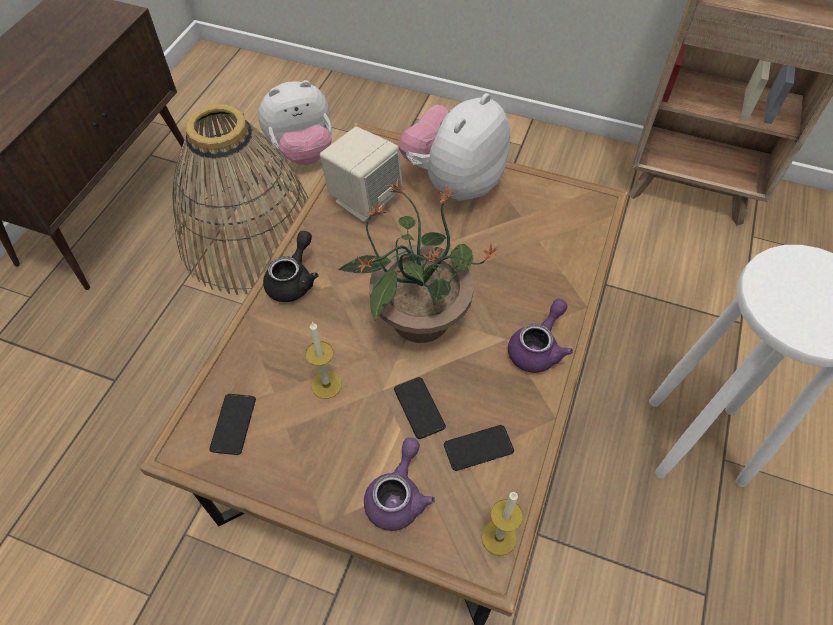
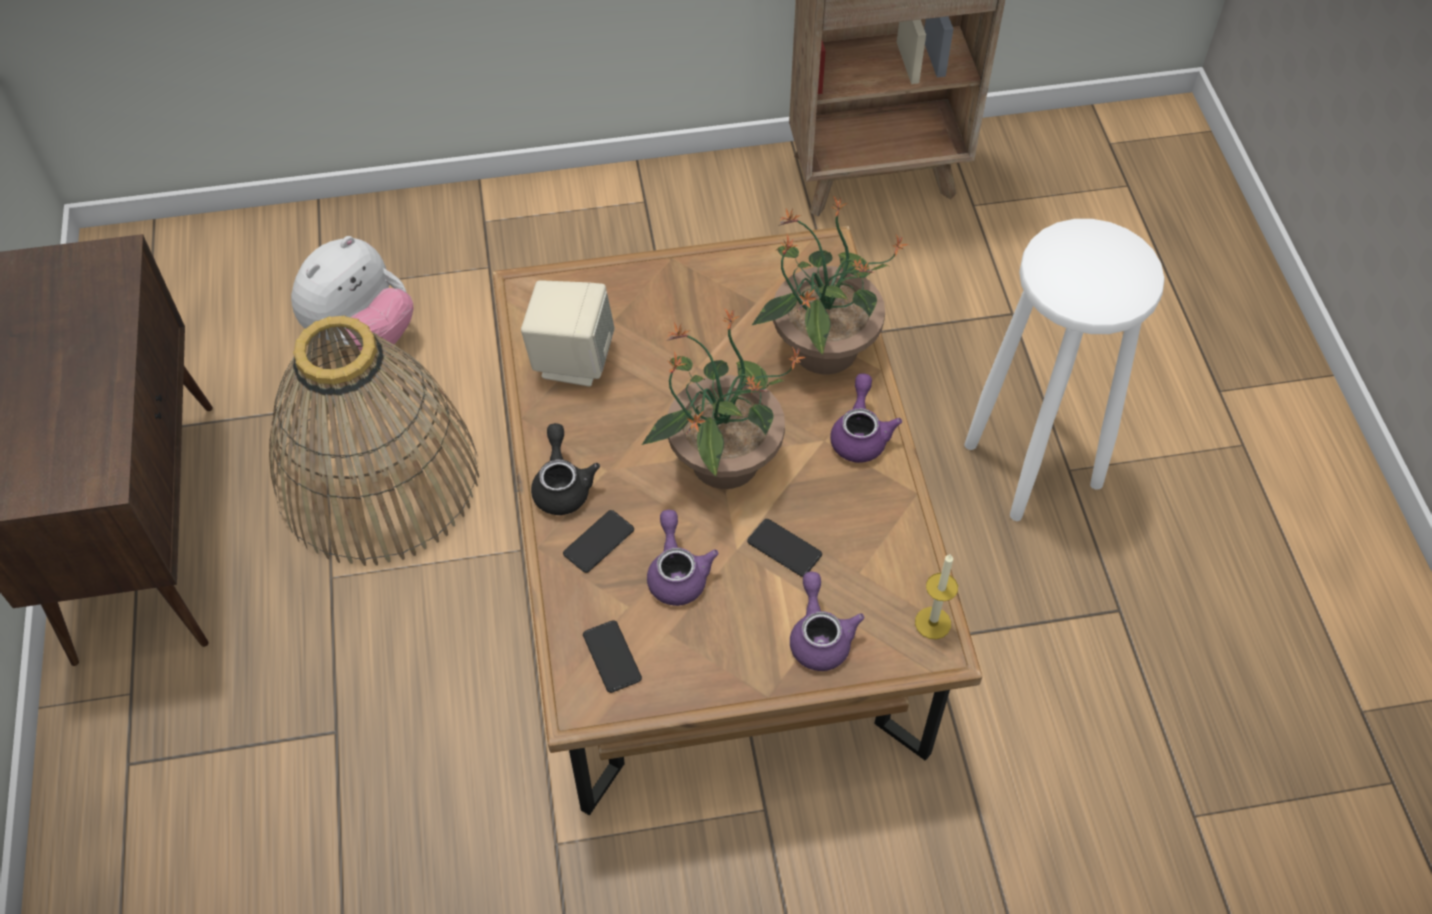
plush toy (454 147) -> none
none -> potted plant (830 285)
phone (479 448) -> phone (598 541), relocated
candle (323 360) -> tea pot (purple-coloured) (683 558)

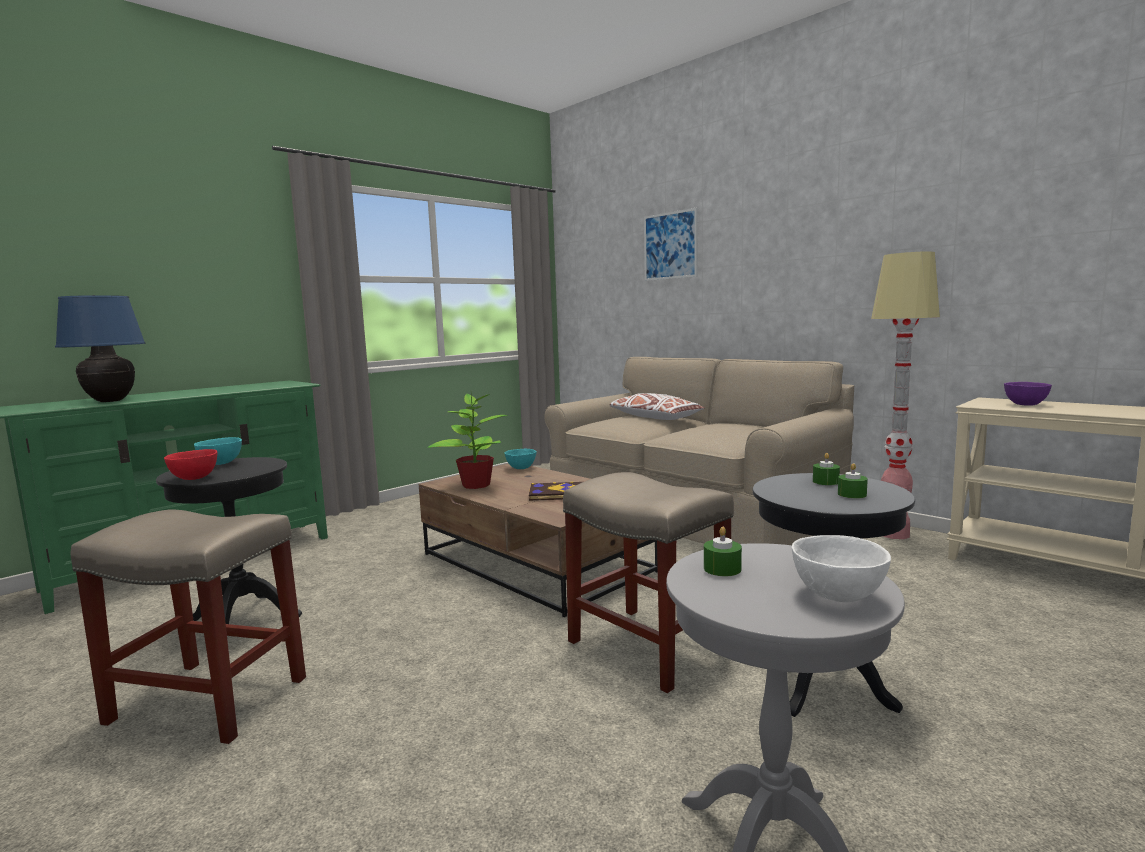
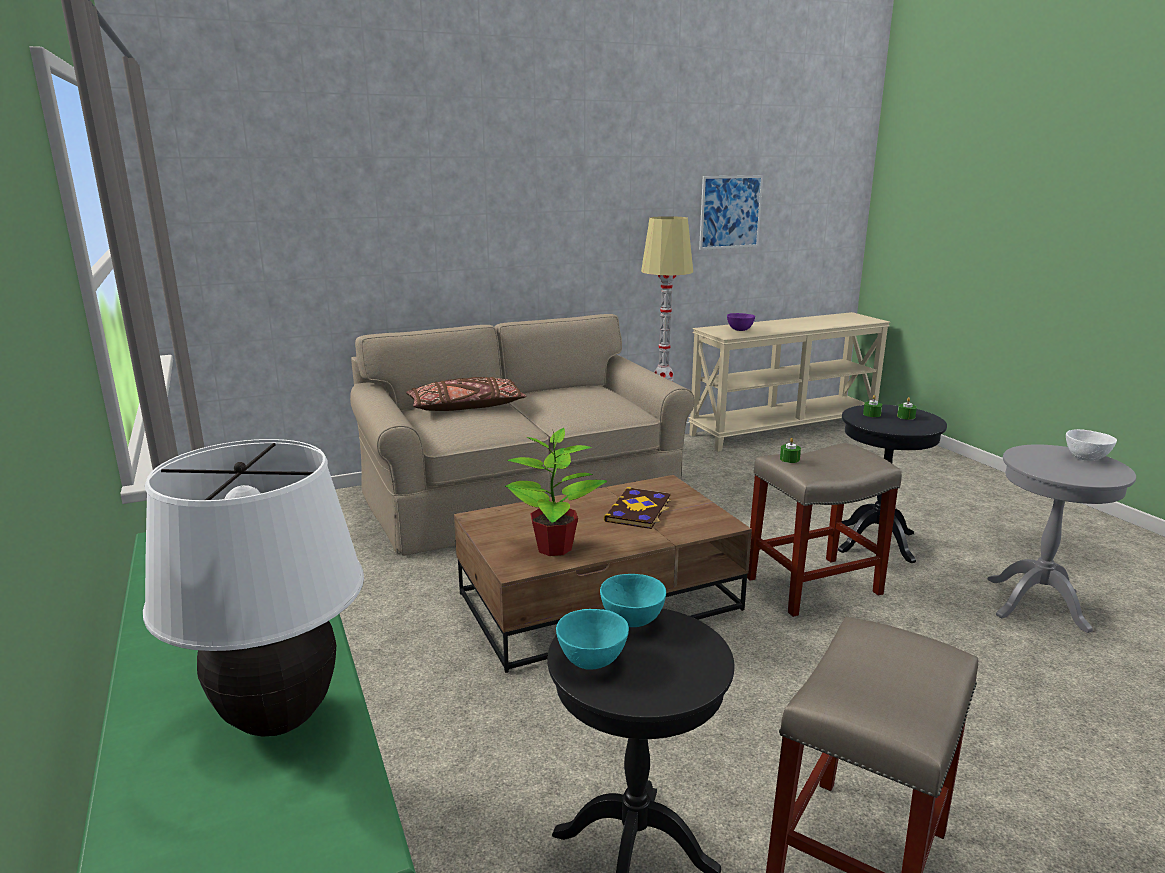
deep dish (red-coloured) (190 464) -> none
deep dish (blue-green) (520 459) -> deep dish (blue-green) (633 600), relocated
picture (670 244) -> picture (731 212), relocated
candle (greenish) (723 551) -> candle (greenish) (790 450), relocated
lamp for a table (blue) (100 348) -> lamp for a table (white-coloured) (253 588)
pillow (white-coloured) (657 406) -> pillow (brown-coloured) (466 394)

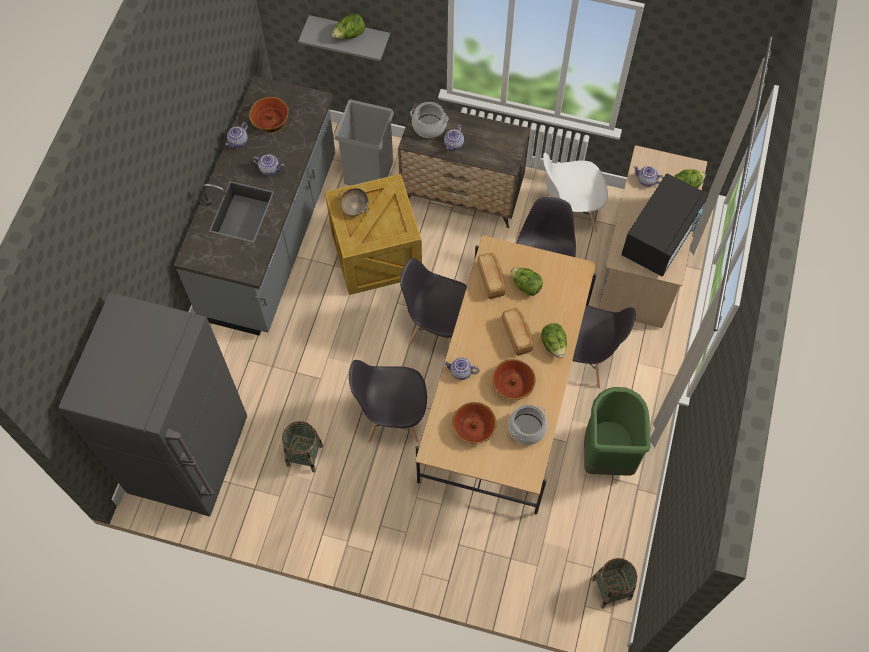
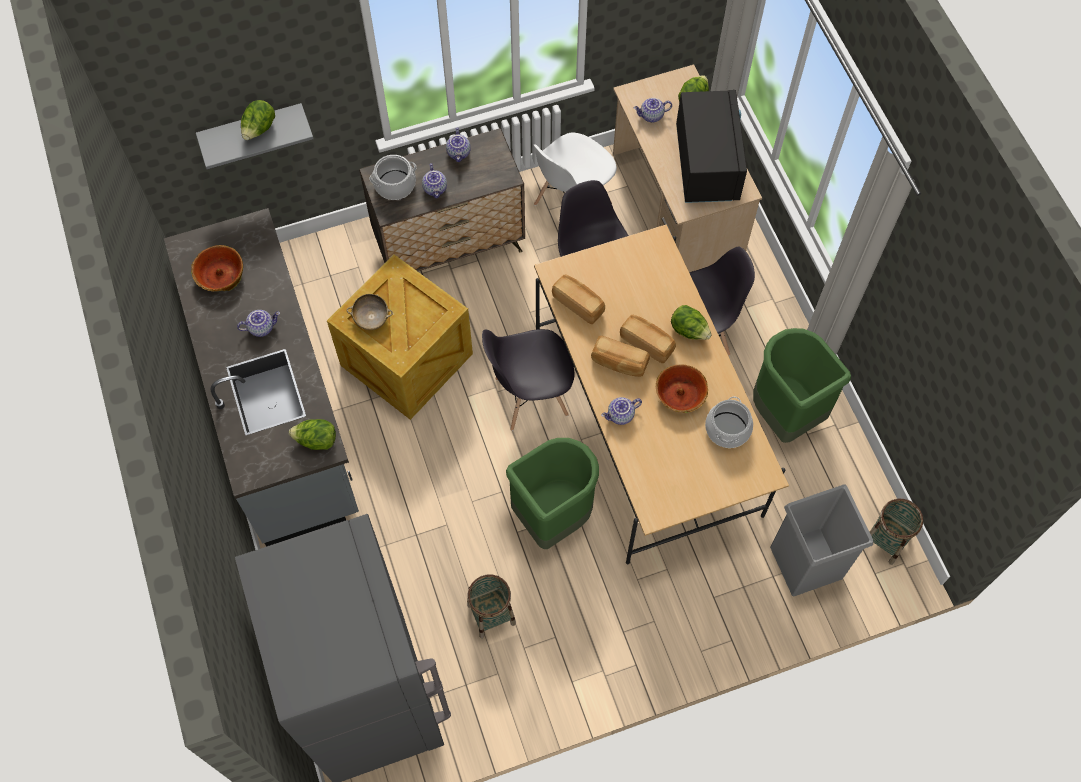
deep dish (474 423) -> none
none -> bakery bread (620 356)
tea pot (236 135) -> tea pot (458 144), relocated
rubbish bin (gray) (364 142) -> rubbish bin (gray) (821 540), relocated
head of lettuce (527 282) -> head of lettuce (312 434), relocated
upright chair (gray) (388 401) -> rubbish bin (greenish) (552 493)

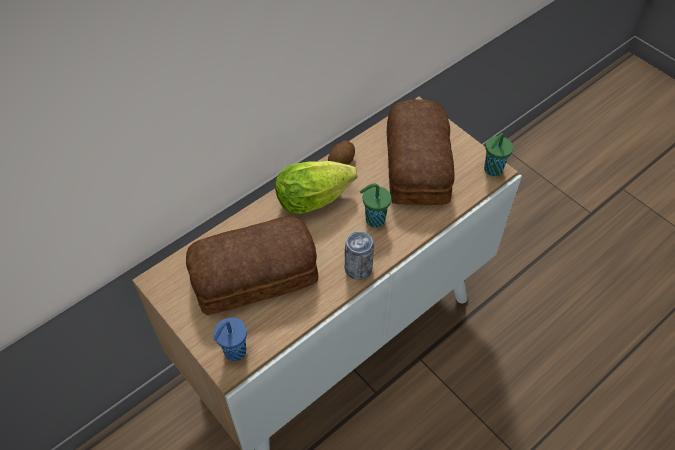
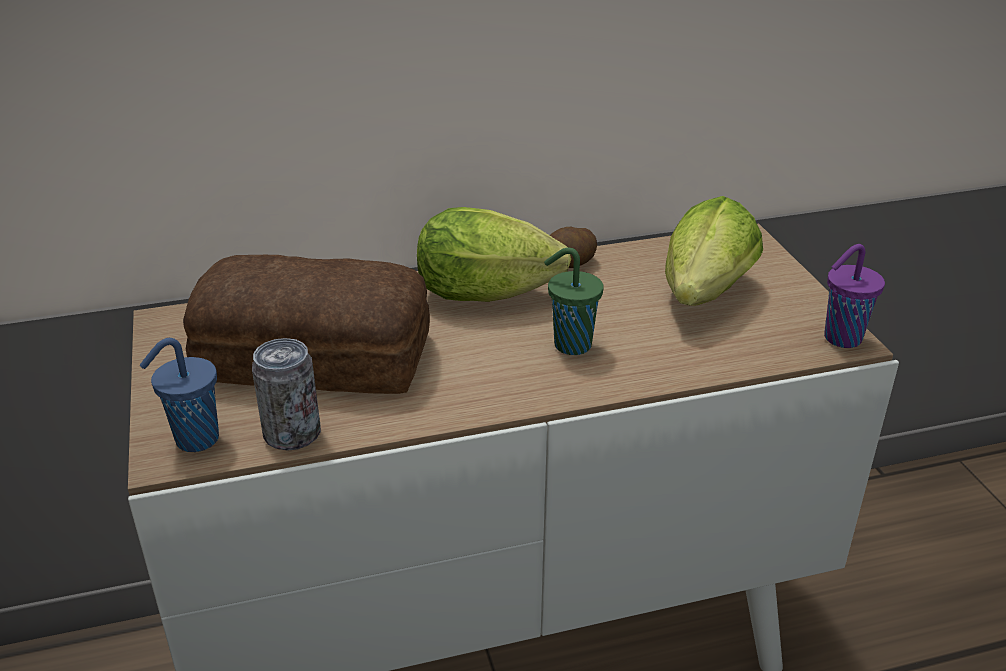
can (359 255) -> can (286 394), relocated
bakery bread (421 152) -> head of lettuce (714 251)
small cup (greenish) (498 154) -> small cup (purple-coloured) (854 296)

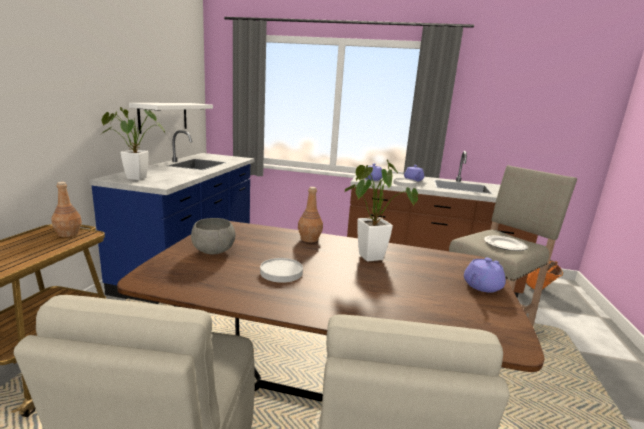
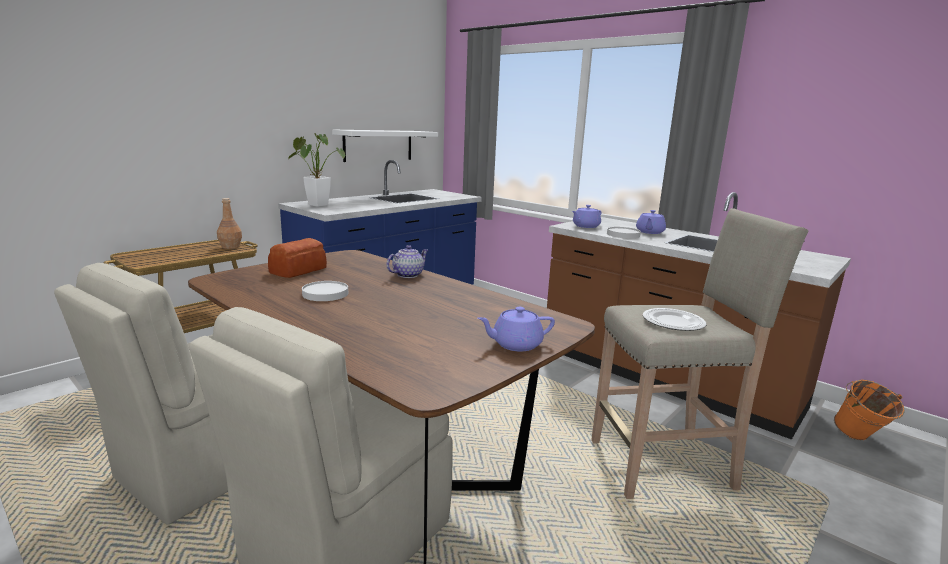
potted plant (381 210) -> none
deep dish (gray) (213 236) -> bakery bread (297 258)
drink bottle (brown-coloured) (310 214) -> tea pot (407 261)

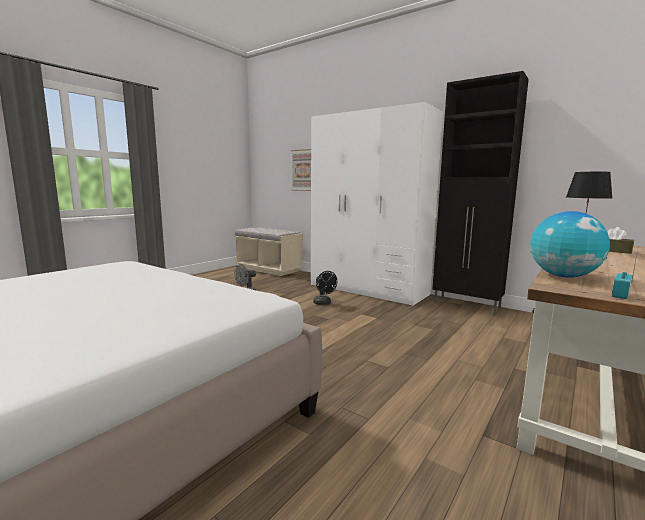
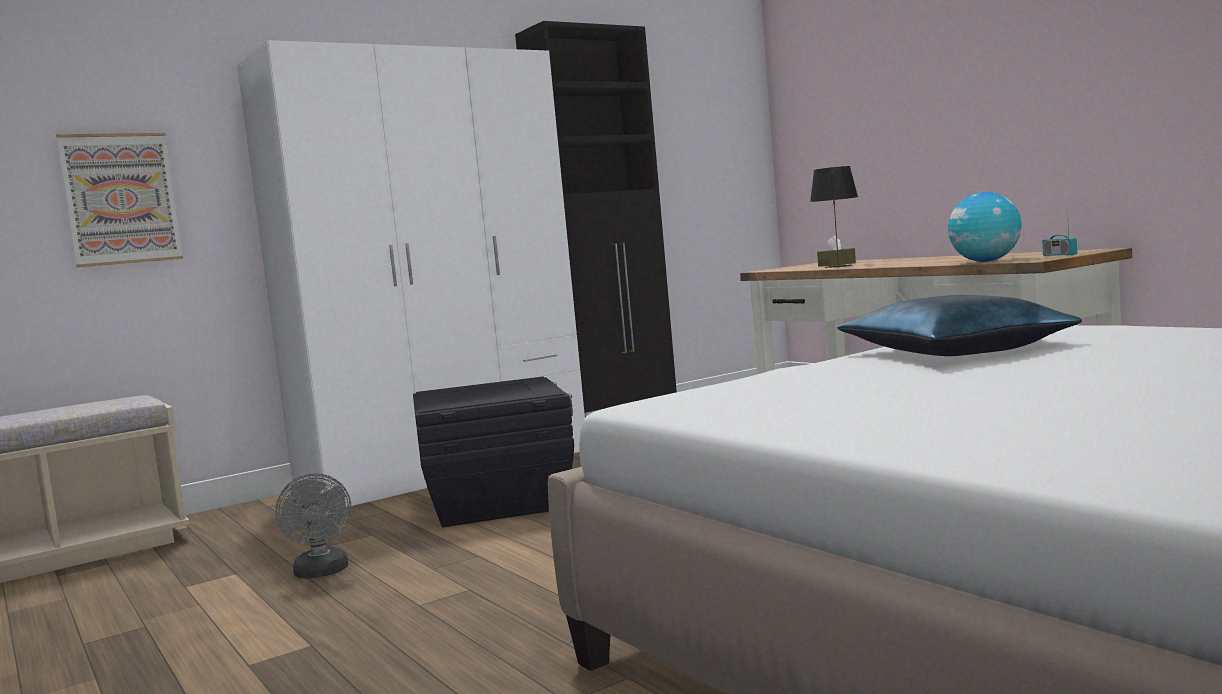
none -> pillow (blue) (959 325)
cooling fan (black) (325 288) -> storage box (black) (493 452)

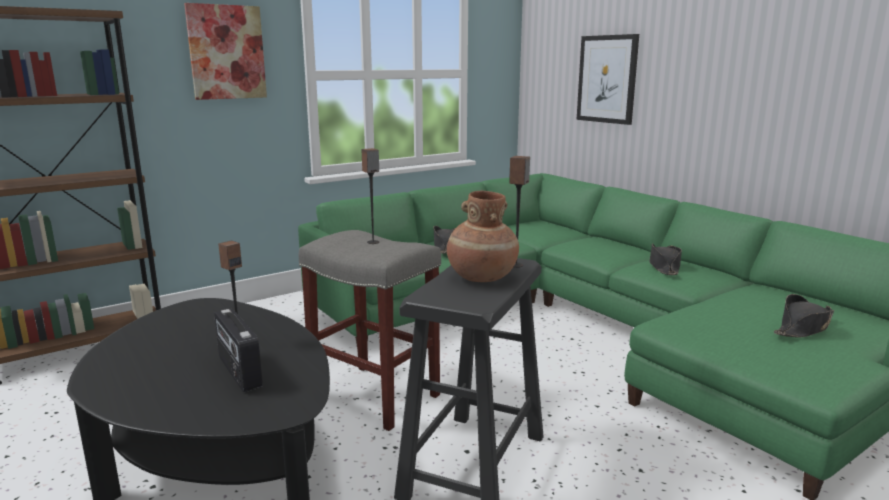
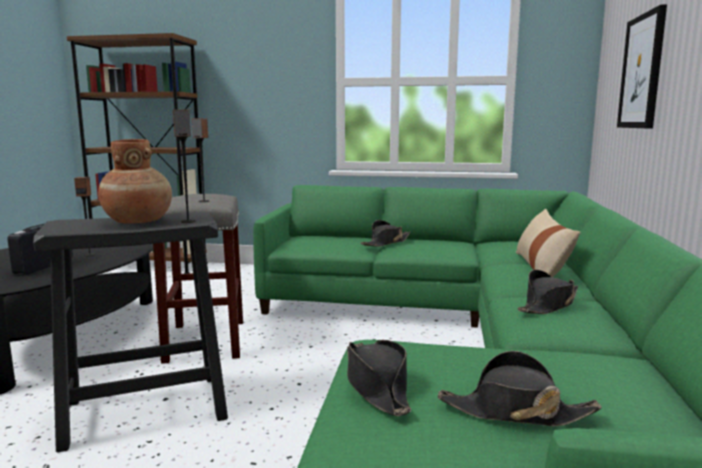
picture (225 51) -> none
none -> clothing hat (black) (379 378)
none -> pillow (beige) (548 243)

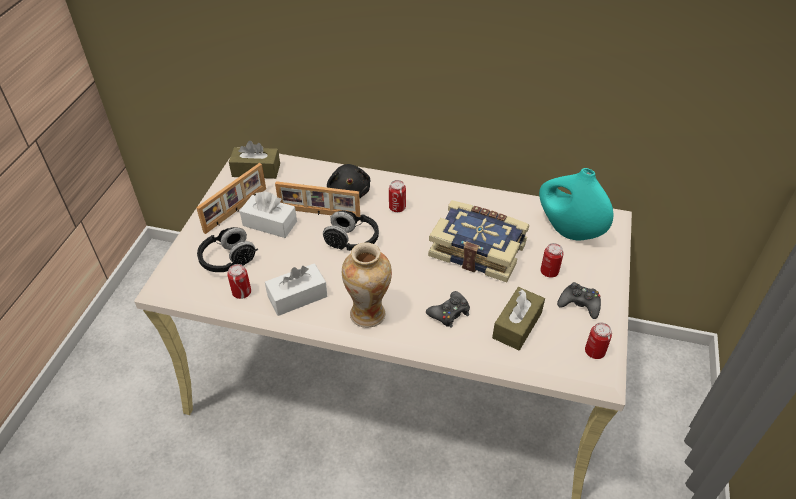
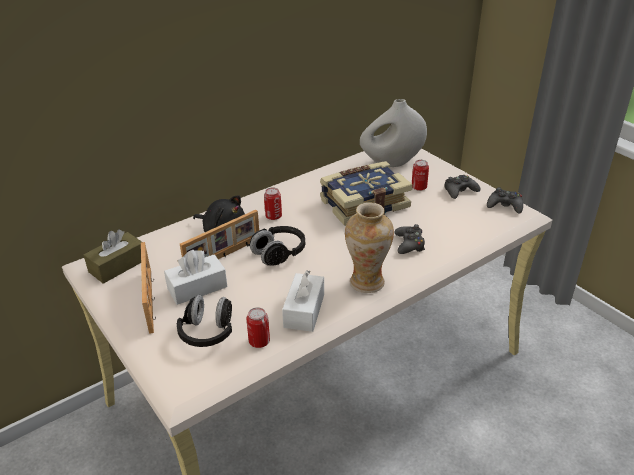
box of tissues (brown-coloured) (518 318) -> none
can (598 340) -> gamepad (black) (505 200)
flower vase (blue-green) (576 204) -> flower vase (white-coloured) (393 133)

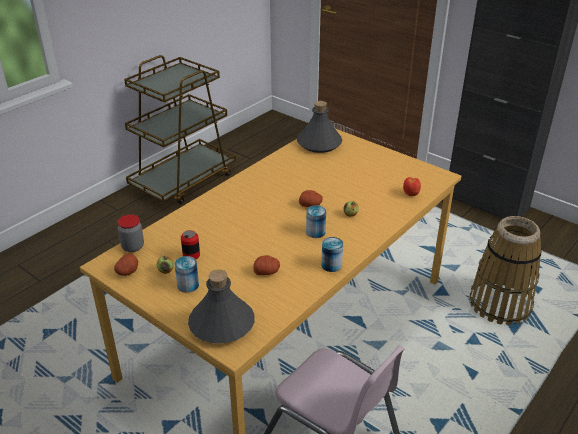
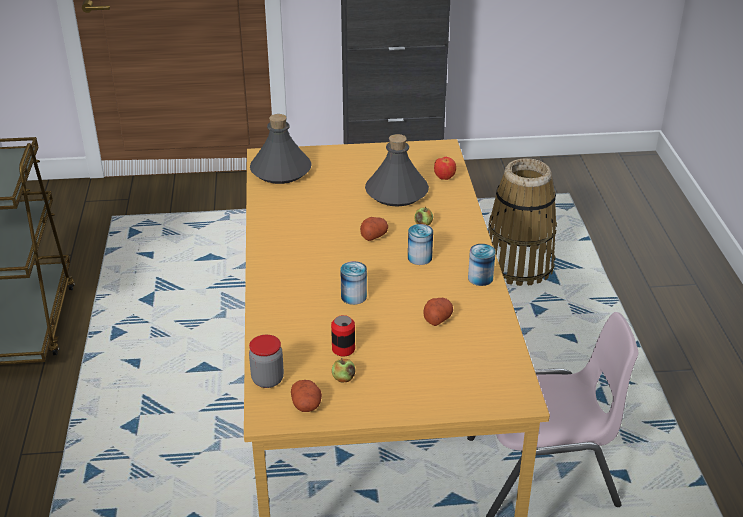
can (187 274) -> can (353 283), relocated
drink bottle (gray) (221 306) -> drink bottle (gray) (397 170), relocated

